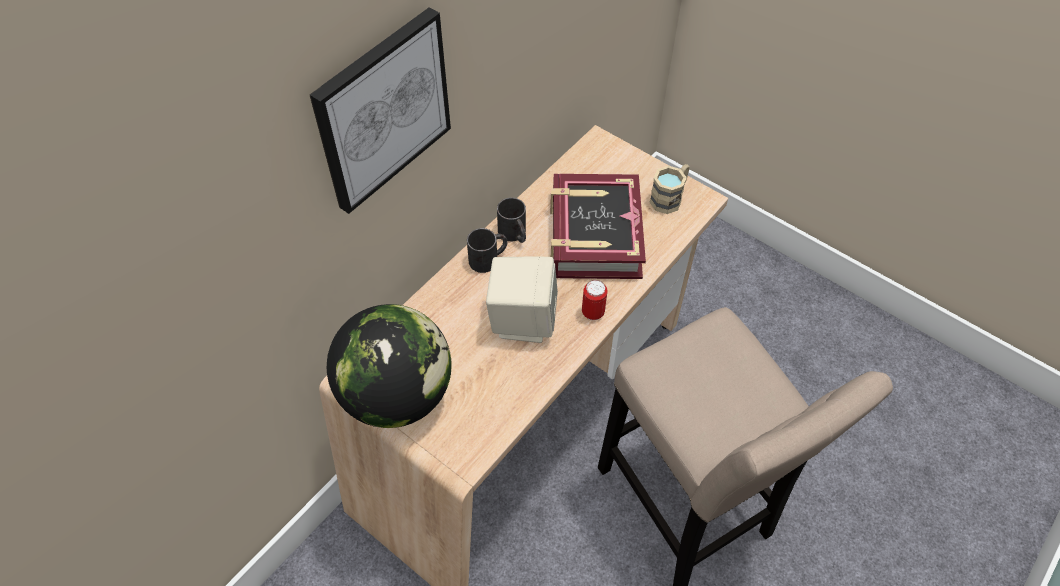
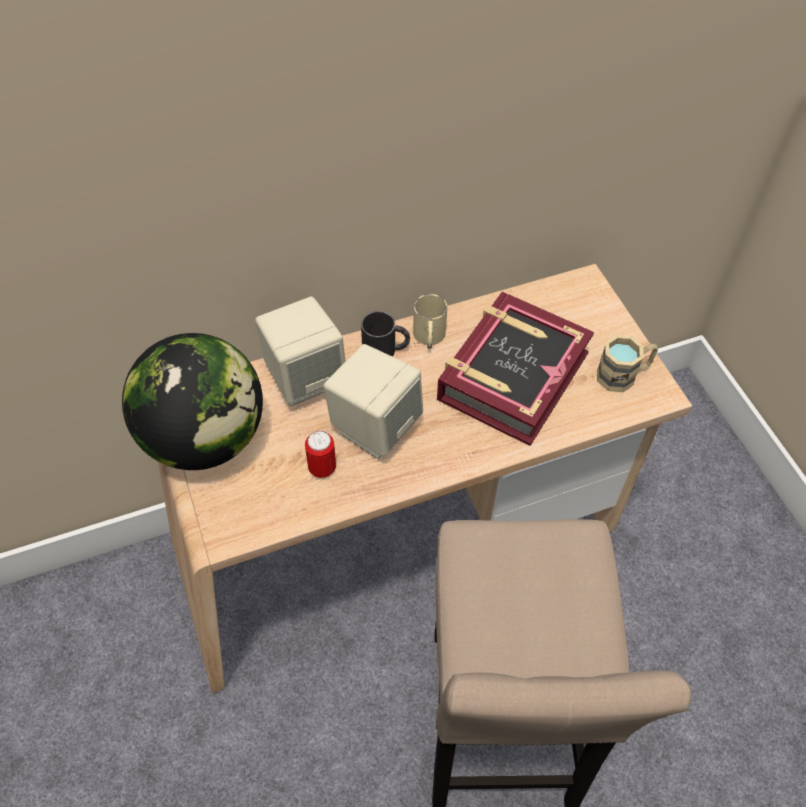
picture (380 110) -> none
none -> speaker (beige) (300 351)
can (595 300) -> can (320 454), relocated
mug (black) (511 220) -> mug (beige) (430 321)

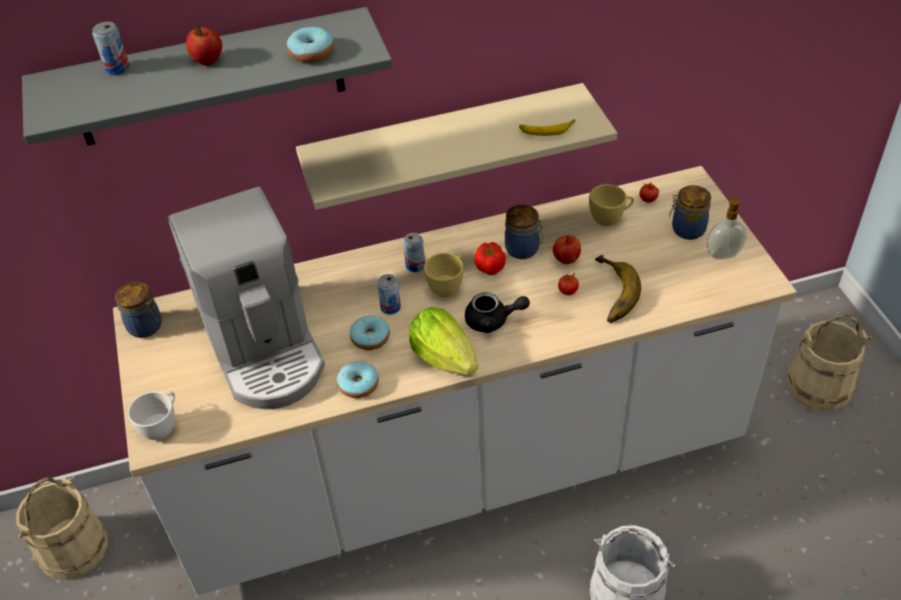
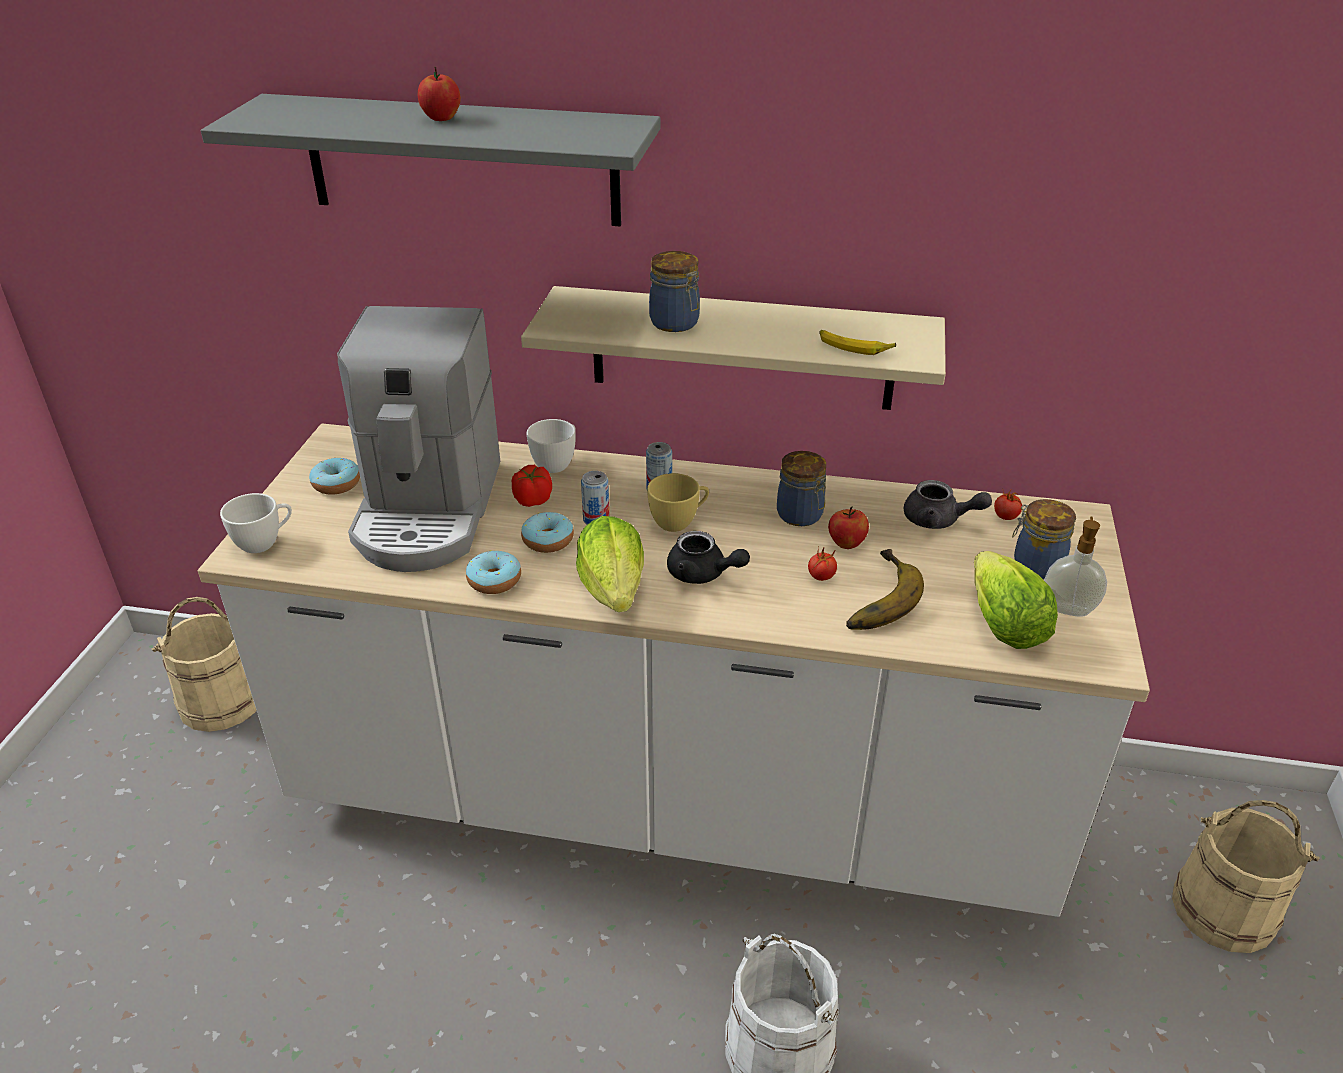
can (111 48) -> none
none -> small cup (white-coloured) (551 446)
none -> head of lettuce (1016 600)
preserve jar (138 309) -> preserve jar (674 291), relocated
donut (310 45) -> donut (334 476), relocated
tomato (490 258) -> tomato (532 486), relocated
small cup (yellow-coloured) (611 205) -> tea pot (gray) (948 504)

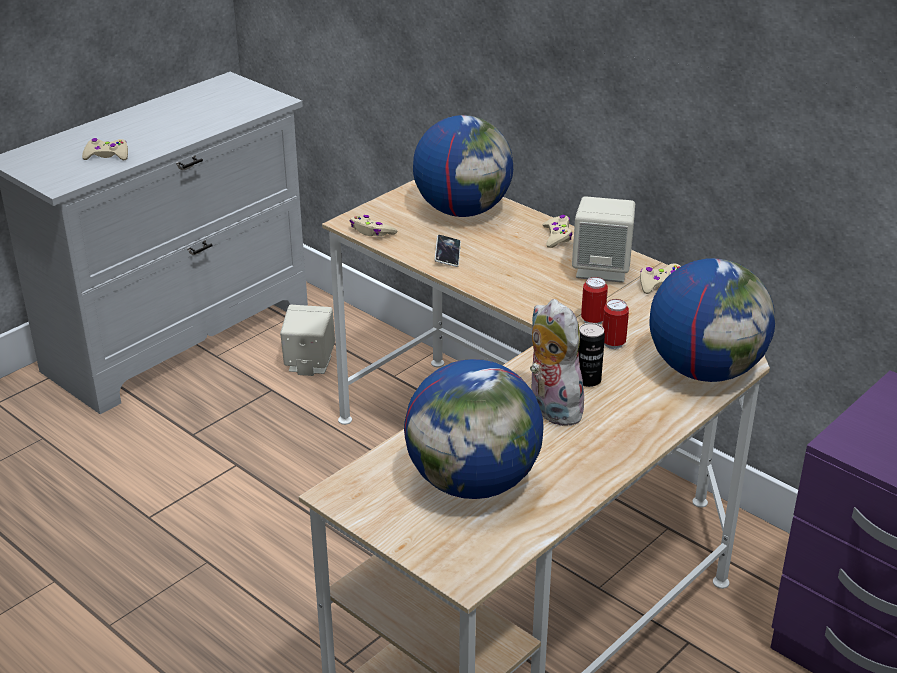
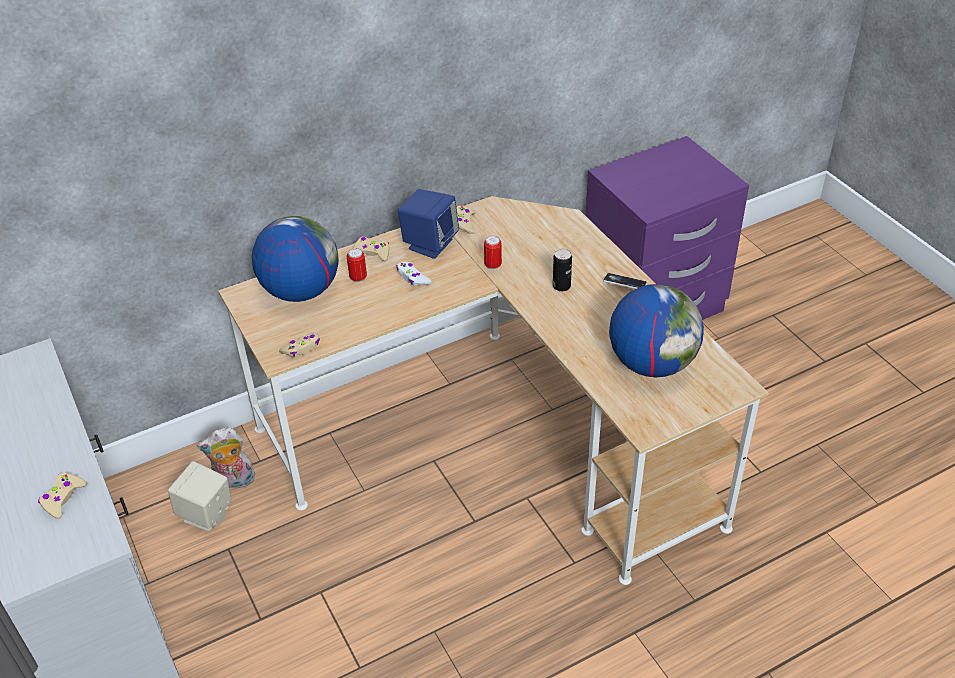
world globe (712 320) -> none
none -> gamepad (white-coloured) (413 273)
phone (448 251) -> phone (625 281), relocated
plush toy (559 362) -> plush toy (226 459), relocated
can (615 324) -> can (357 265), relocated
speaker (beige) (603 239) -> speaker (blue) (428 224)

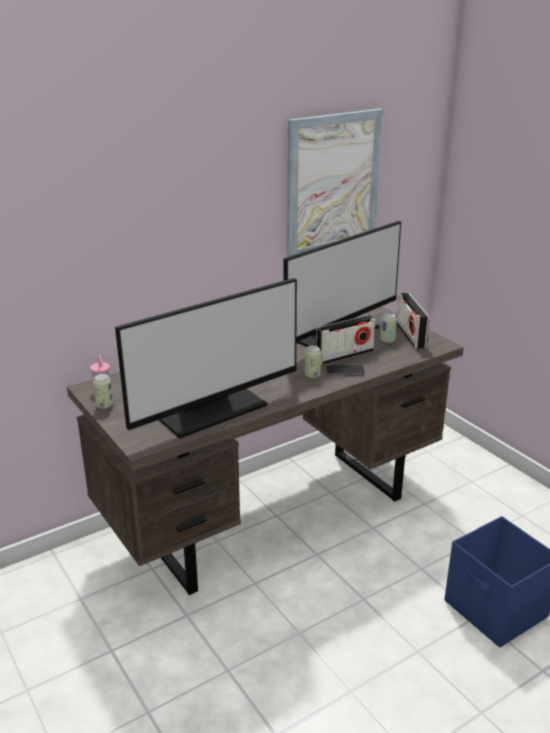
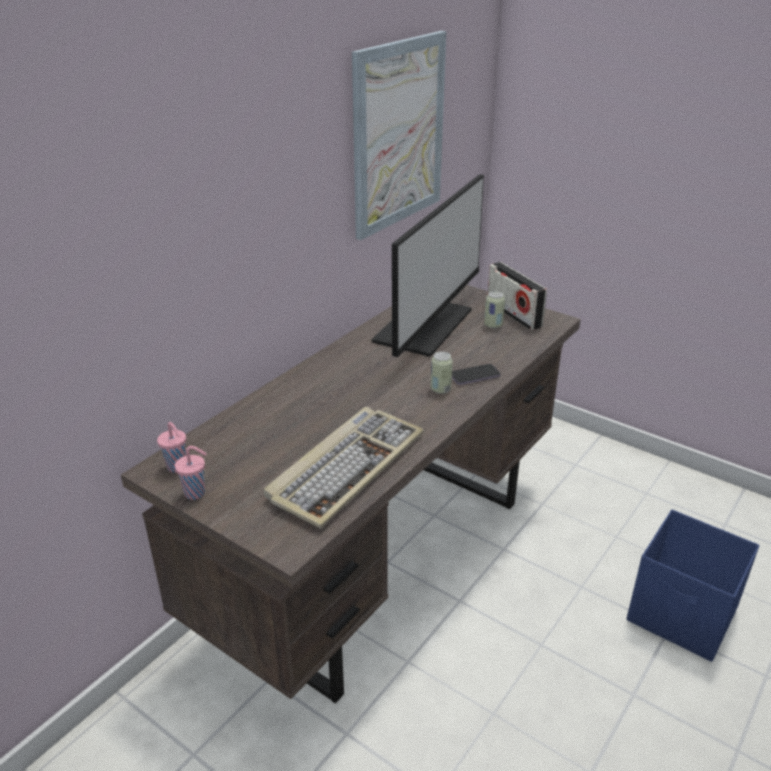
radio receiver (346 340) -> none
can (103 391) -> small cup (pinkish) (190 473)
computer screen (206 358) -> computer keyboard (344 467)

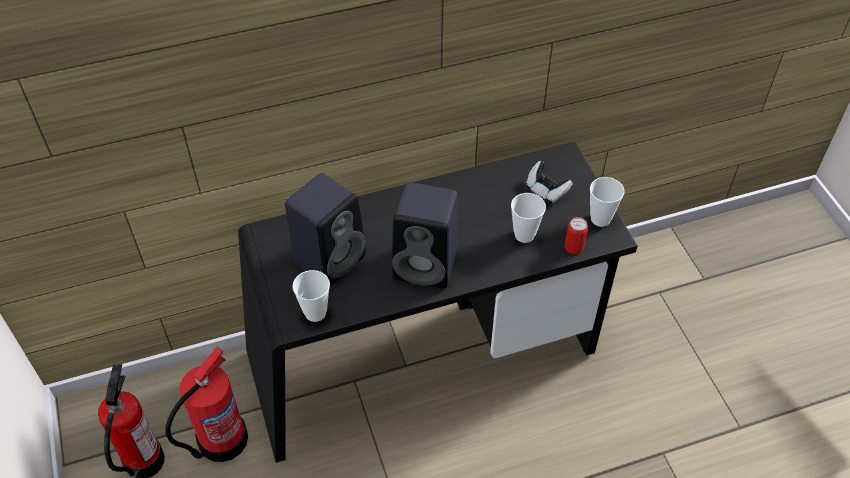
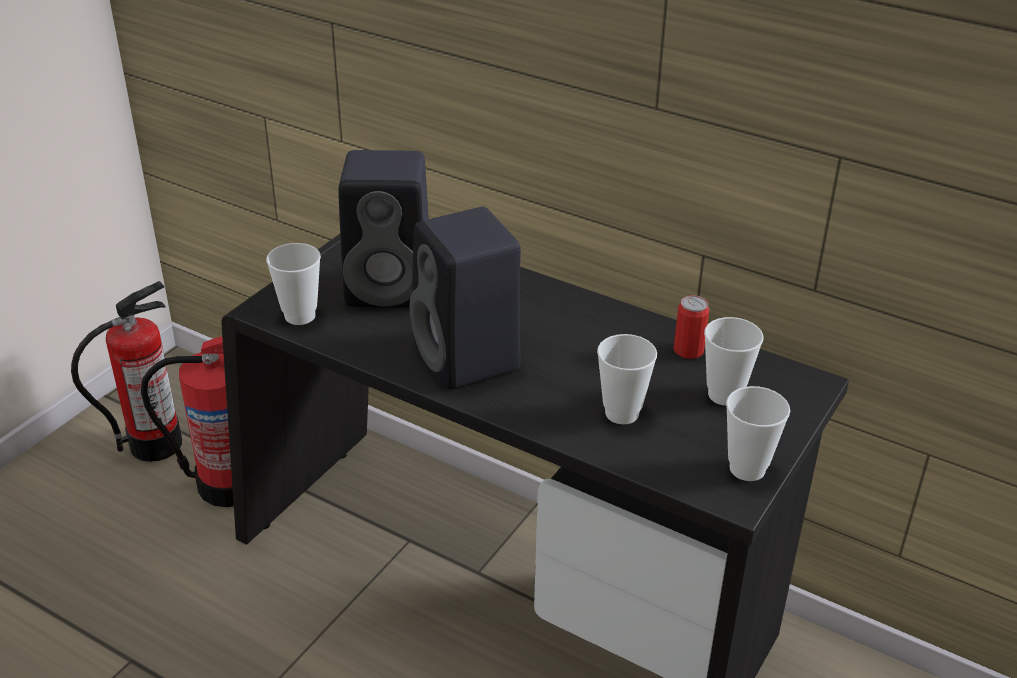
can (576 235) -> can (691 327), relocated
gamepad (549 182) -> small cup (734 361)

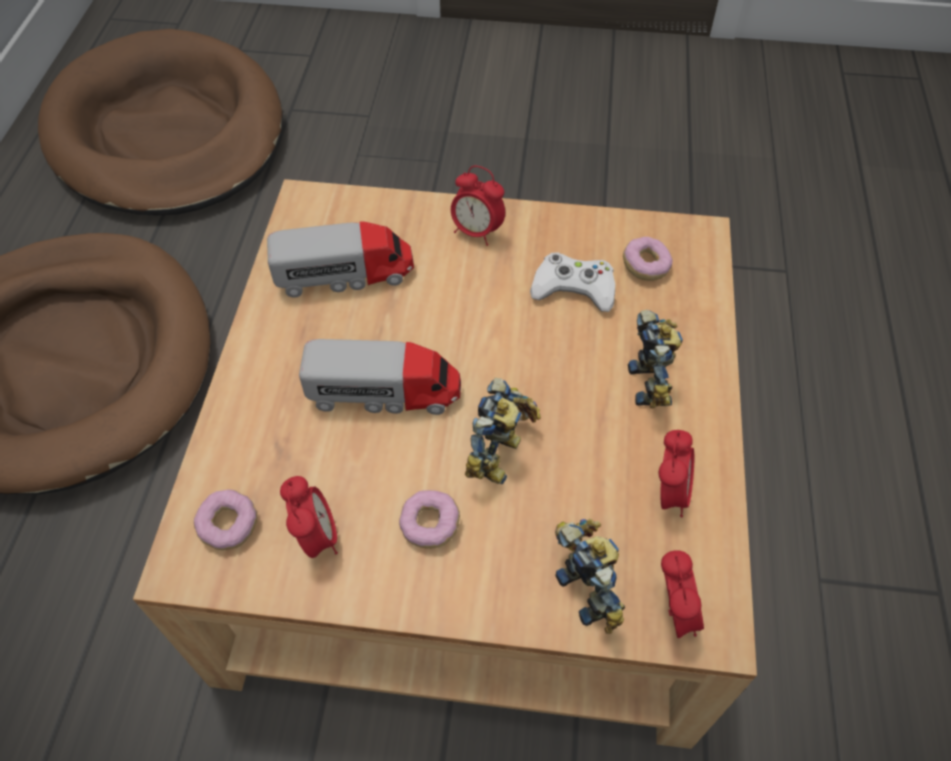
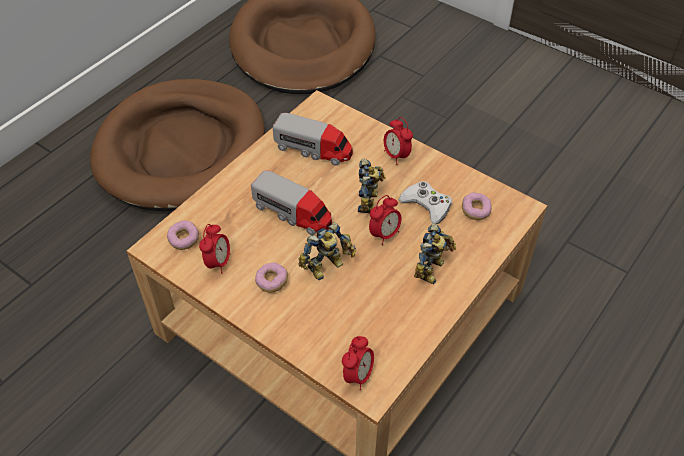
model robot (590 576) -> model robot (372 186), relocated
table clock (676 473) -> table clock (385 220), relocated

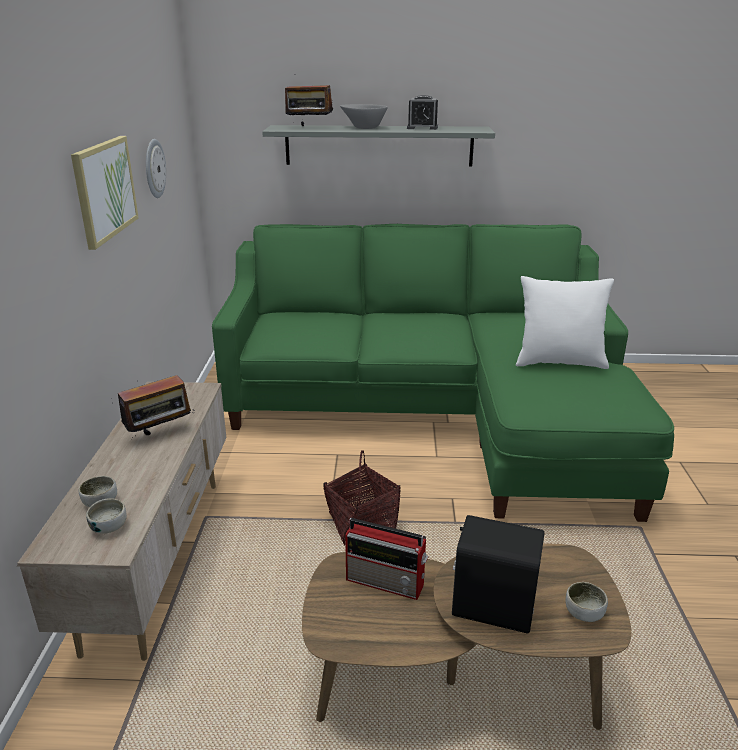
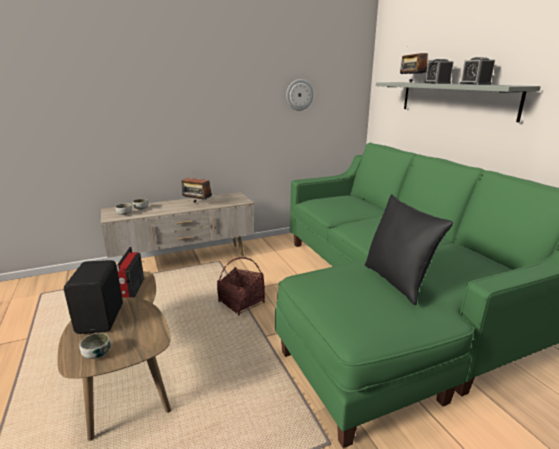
picture (105 193) -> none
deep dish (gray) (363 116) -> table clock (439 71)
pillow (white-coloured) (565 322) -> pillow (black) (409 249)

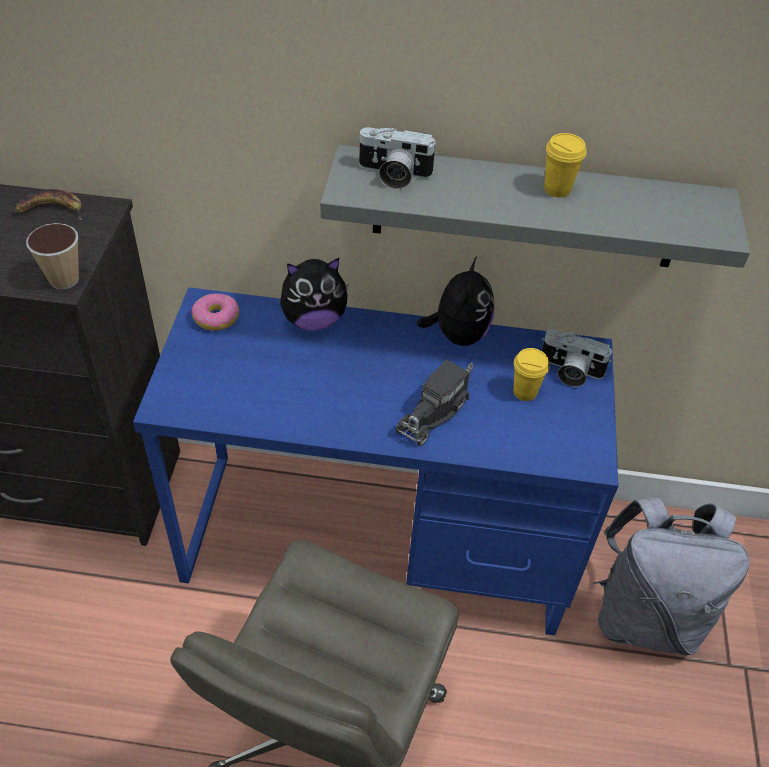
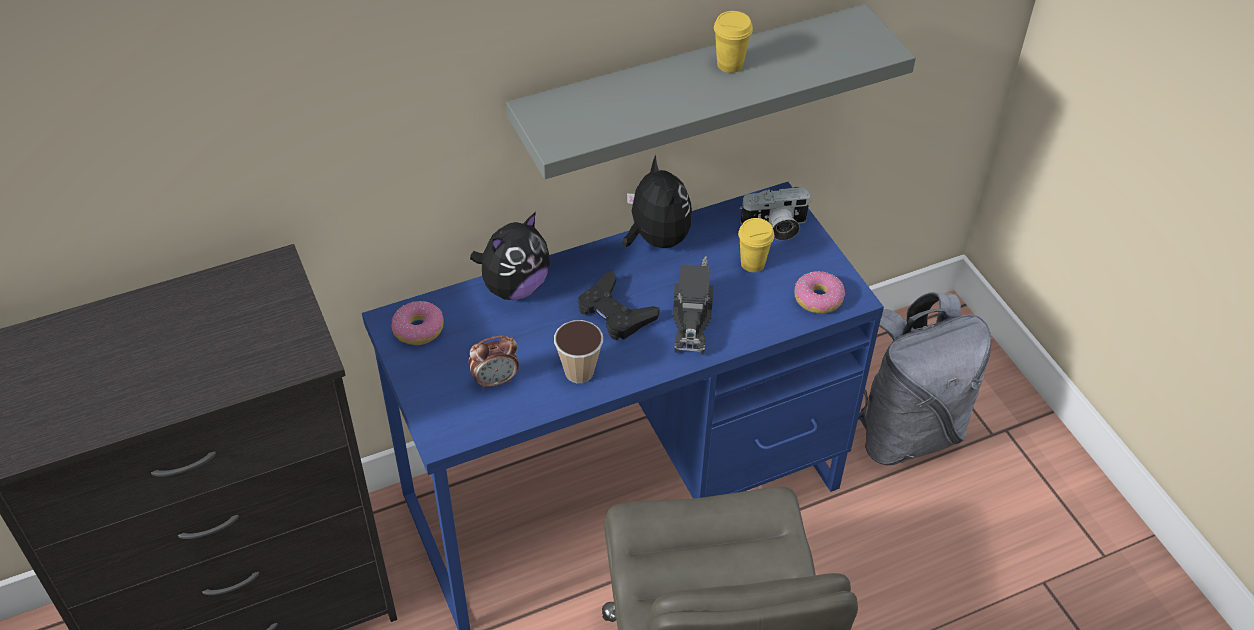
banana fruit (48 204) -> none
still camera (397 158) -> none
none -> table clock (493 363)
none -> gamepad (black) (619 305)
none -> donut (819 292)
small cup (52 256) -> small cup (578 351), relocated

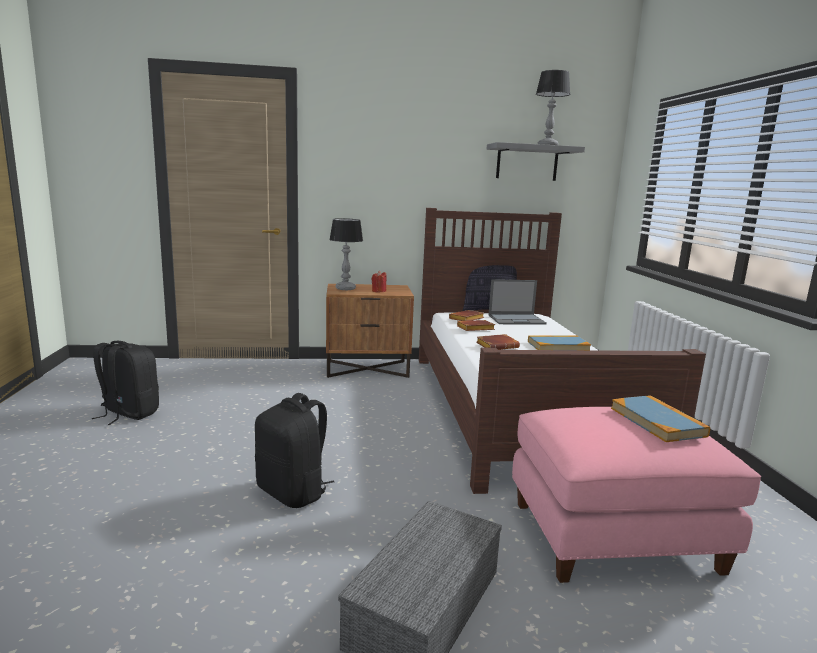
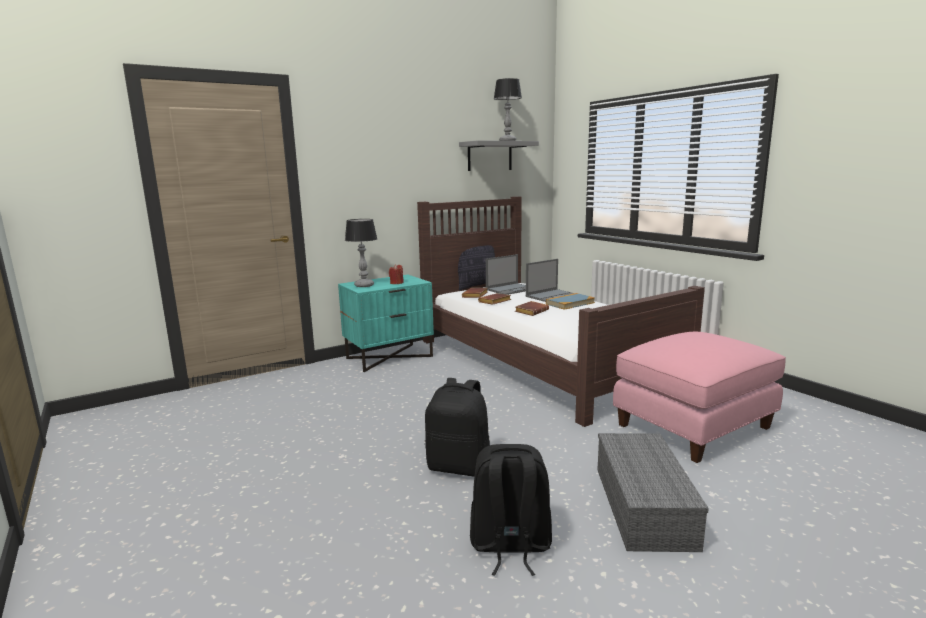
bound book (660 418) -> none
none -> portable computer (550 280)
rucksack (black) (125 383) -> rucksack (black) (511 510), relocated
nightstand (brown-coloured) (370 331) -> nightstand (blue-green) (386 323)

